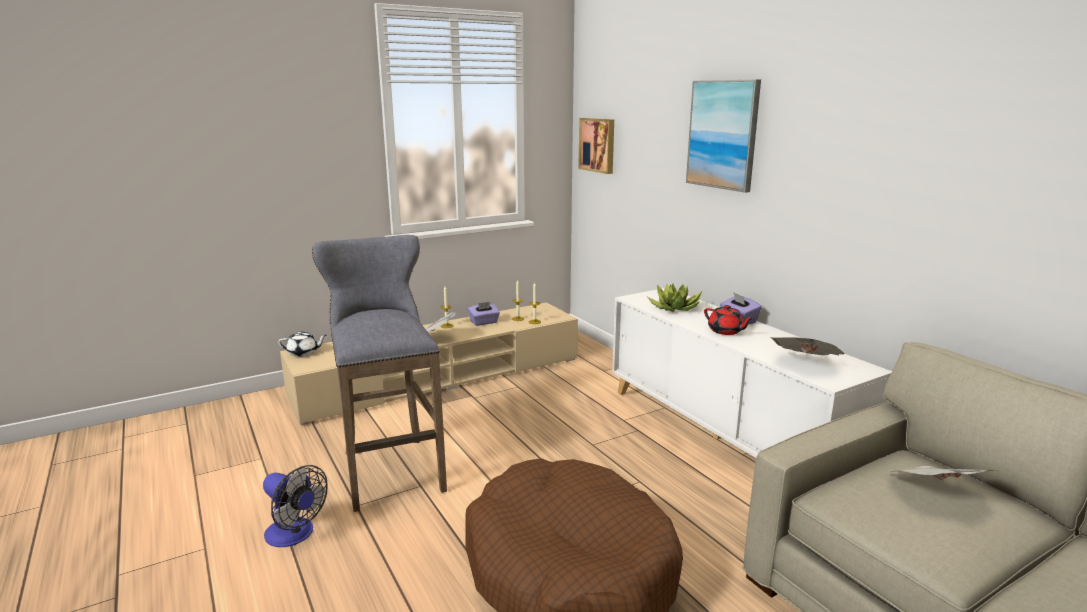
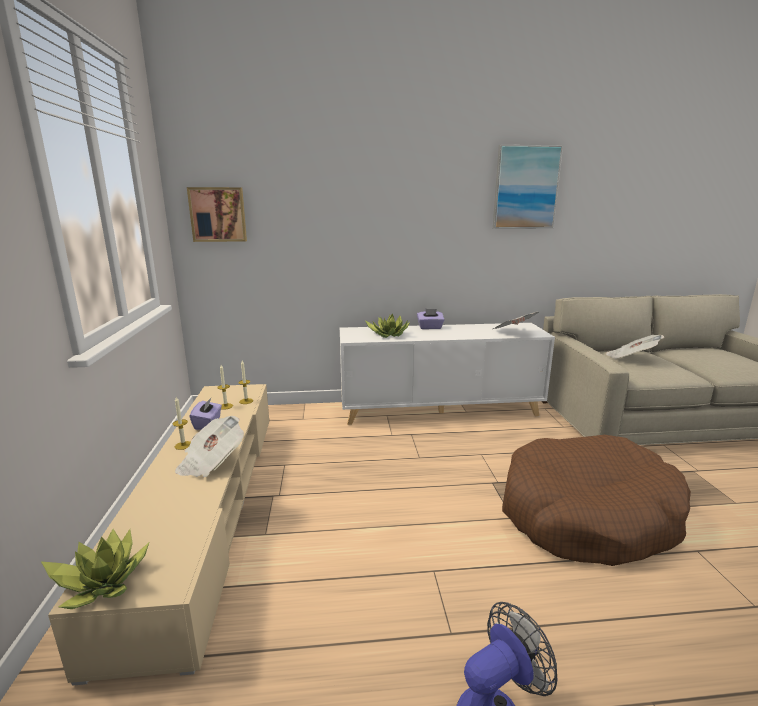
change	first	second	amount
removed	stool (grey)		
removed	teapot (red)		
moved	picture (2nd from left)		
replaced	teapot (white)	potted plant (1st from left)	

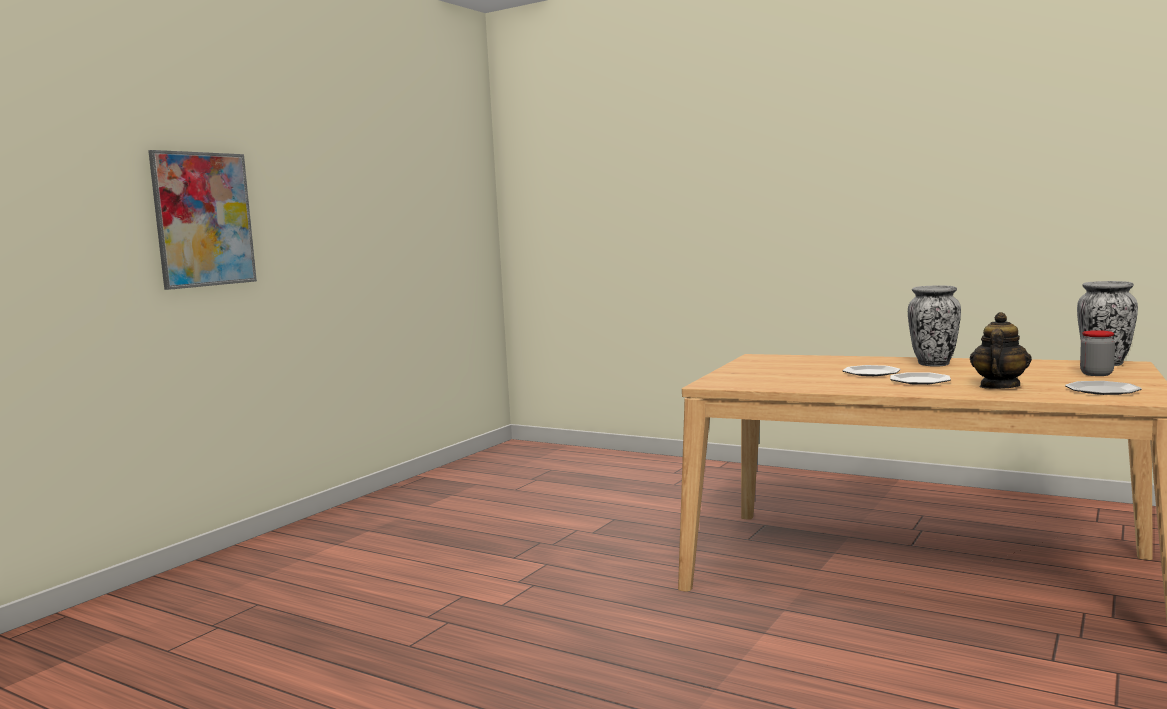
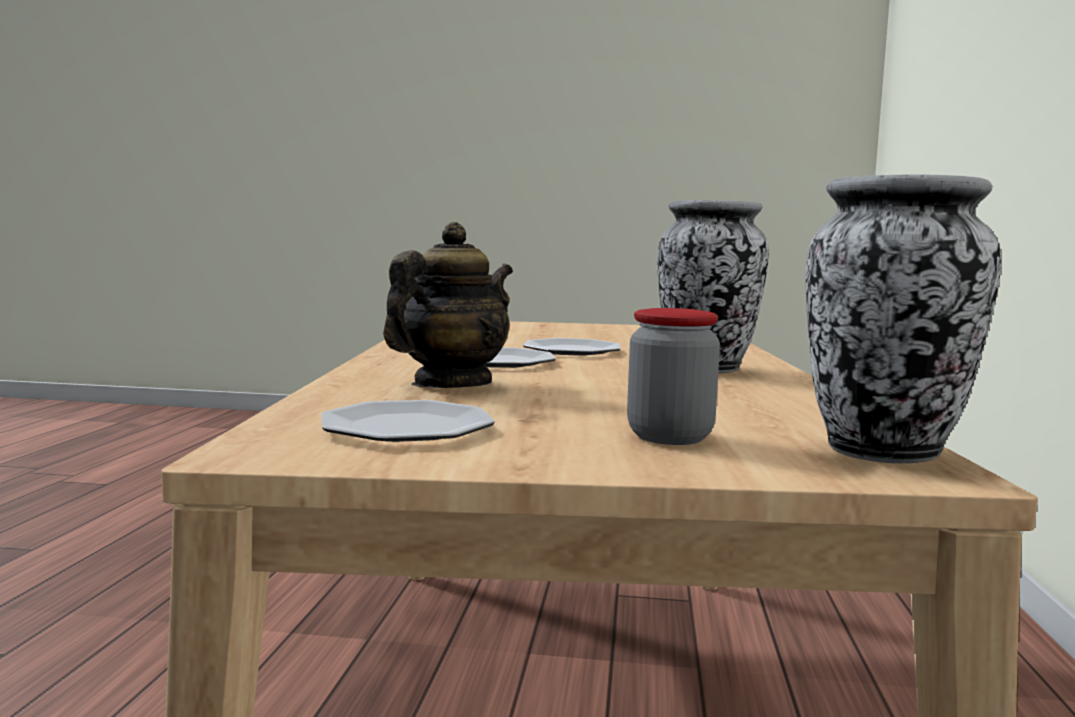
change	first	second	amount
removed	picture		
turned	teapot		60 degrees counterclockwise

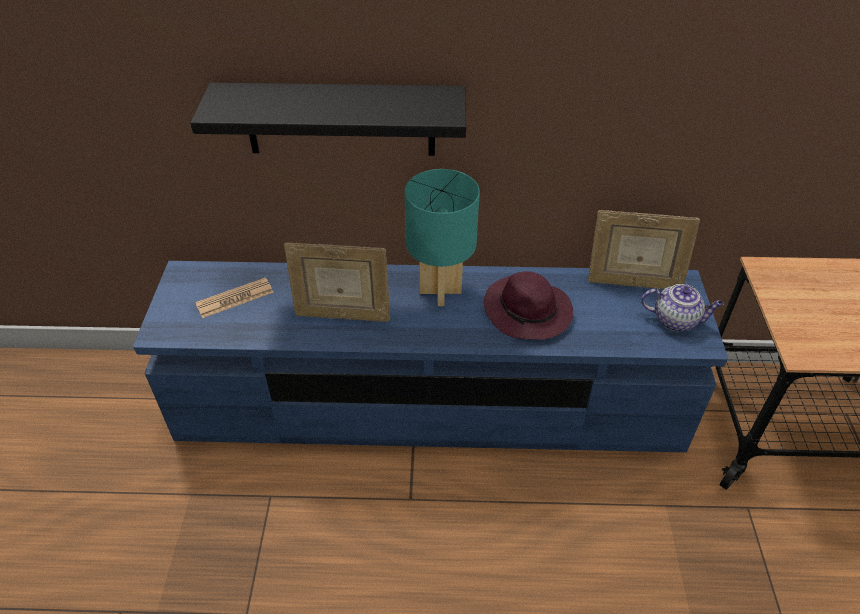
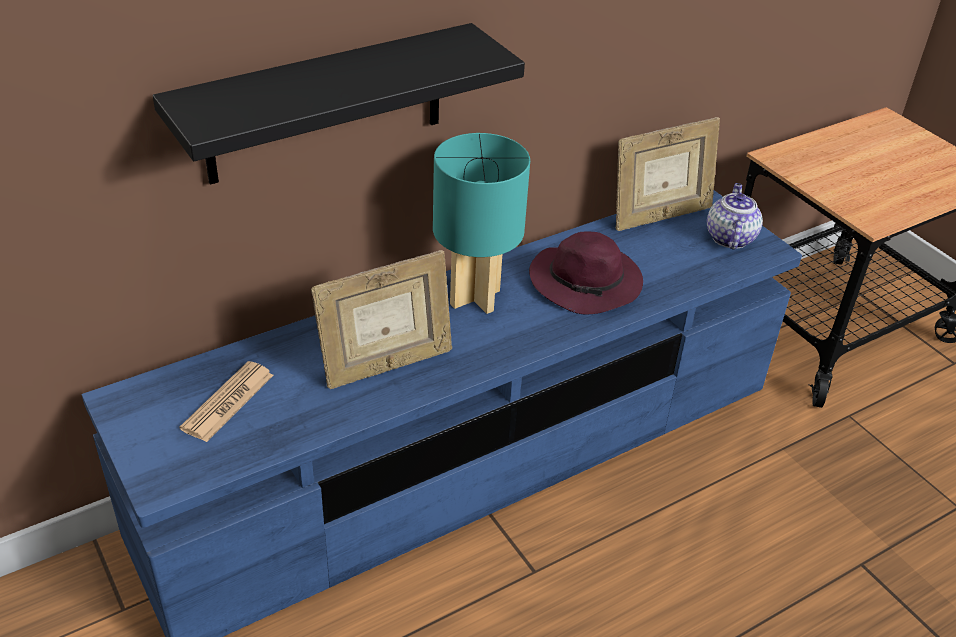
change	first	second	amount
turned	teapot		60 degrees counterclockwise

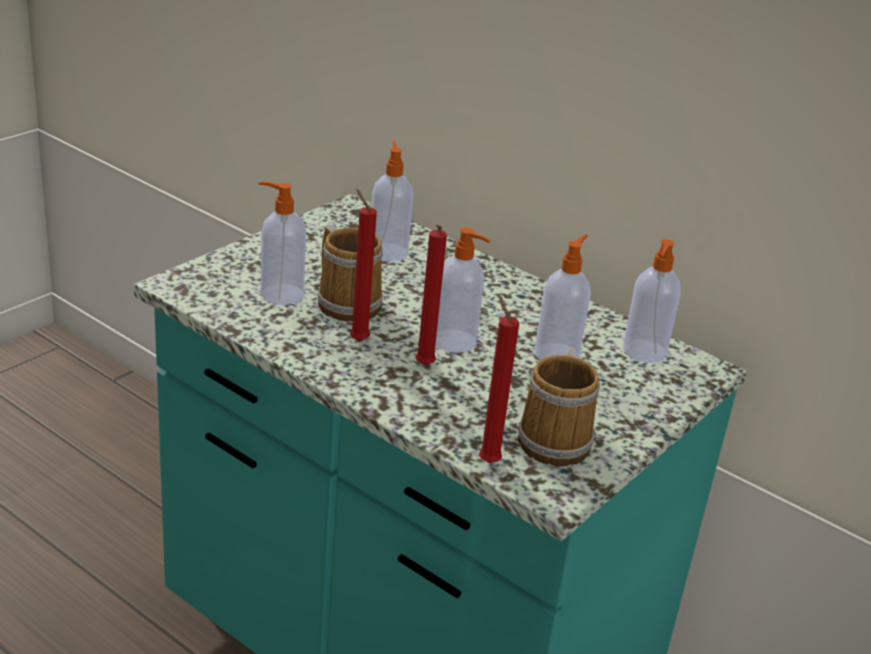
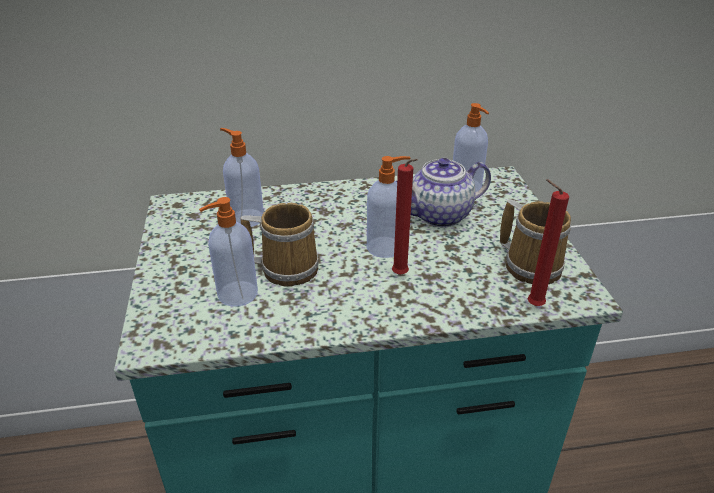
change	first	second	amount
removed	candle (red) (1st from left)		
replaced	soap dispenser (4th from left)	teapot	

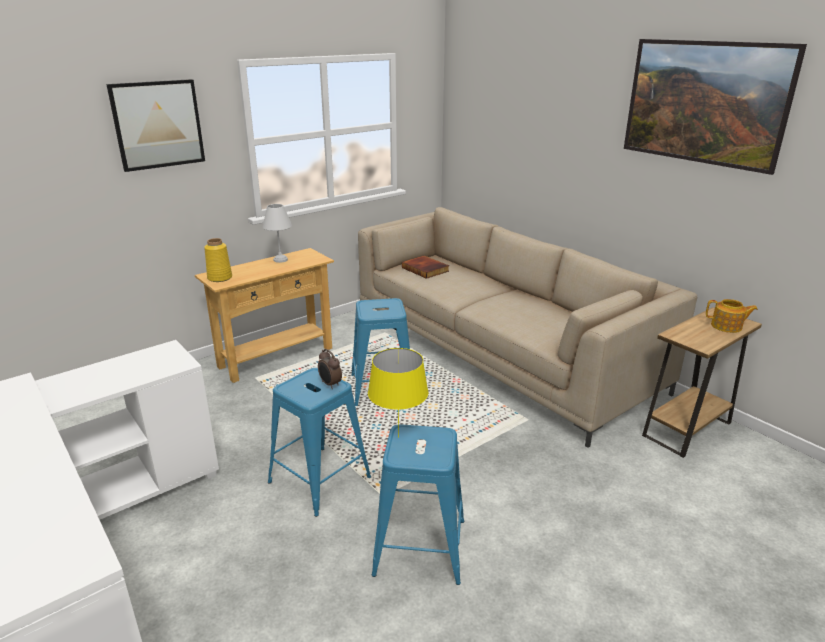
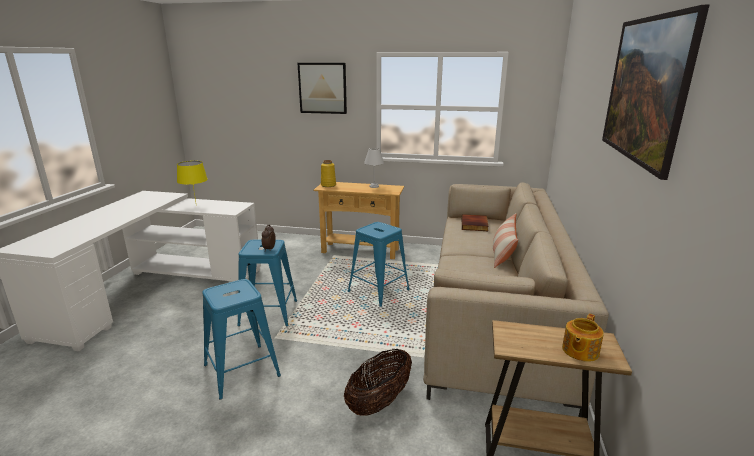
change	first	second	amount
added		basket	
added		pillow	
moved	table lamp (yellow)		
turned	teapot		60 degrees clockwise

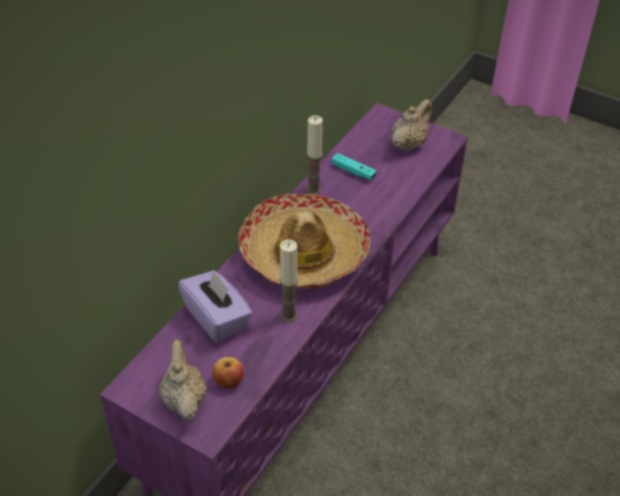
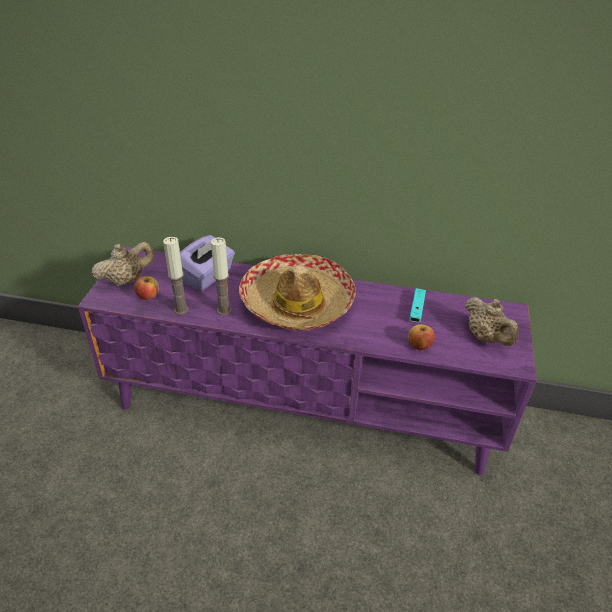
change	first	second	amount
added		apple (2nd from left)	
moved	candle (2nd from left in the first image)	candle (1st from left)	
turned	teapot (beige) (2nd from left)		45 degrees clockwise

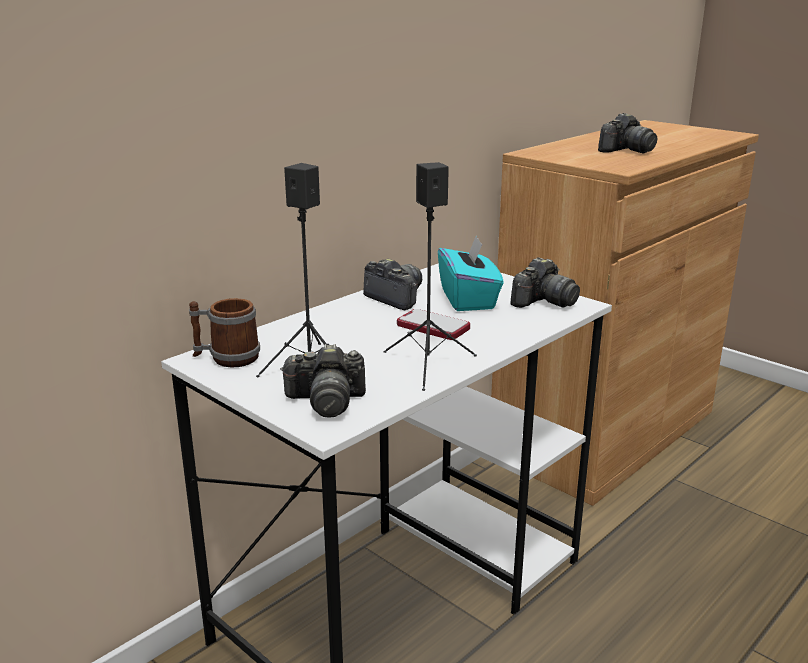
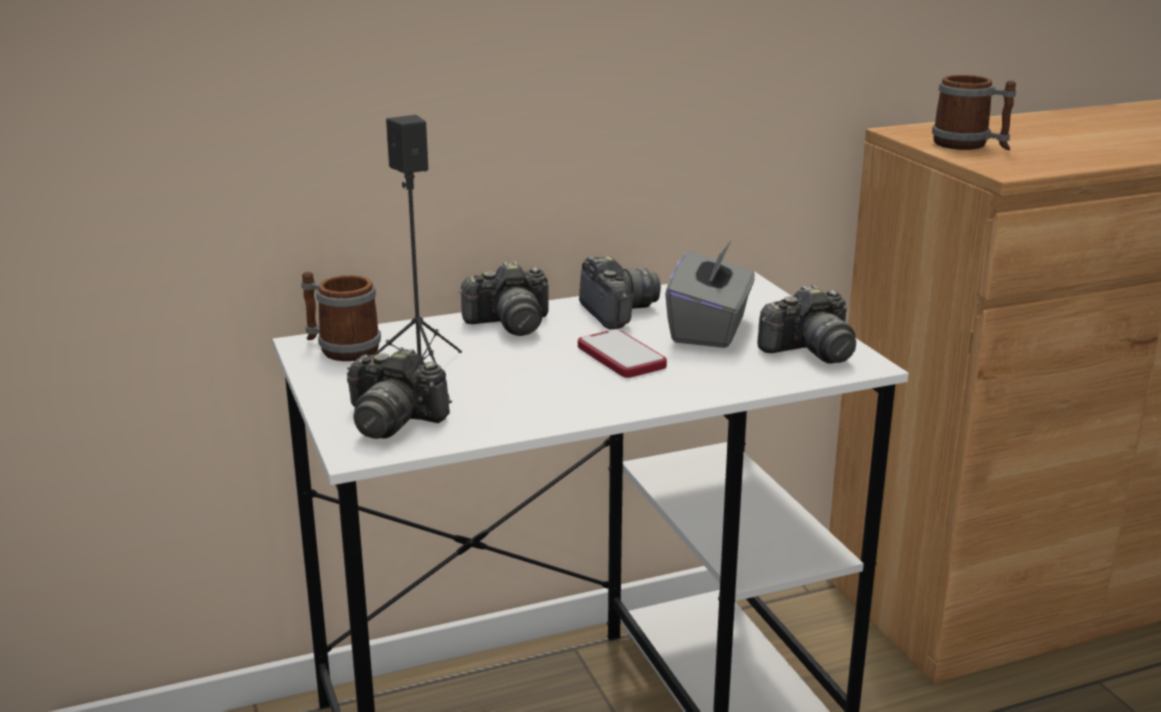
change	first	second	amount
removed	speaker (black) (2nd from left)		
added		mug (2nd from left)	
moved	photo camera (4th from left in the first image)	photo camera (2nd from left)	
recoloured	tissue box (turquoise)	tissue box (grey)	

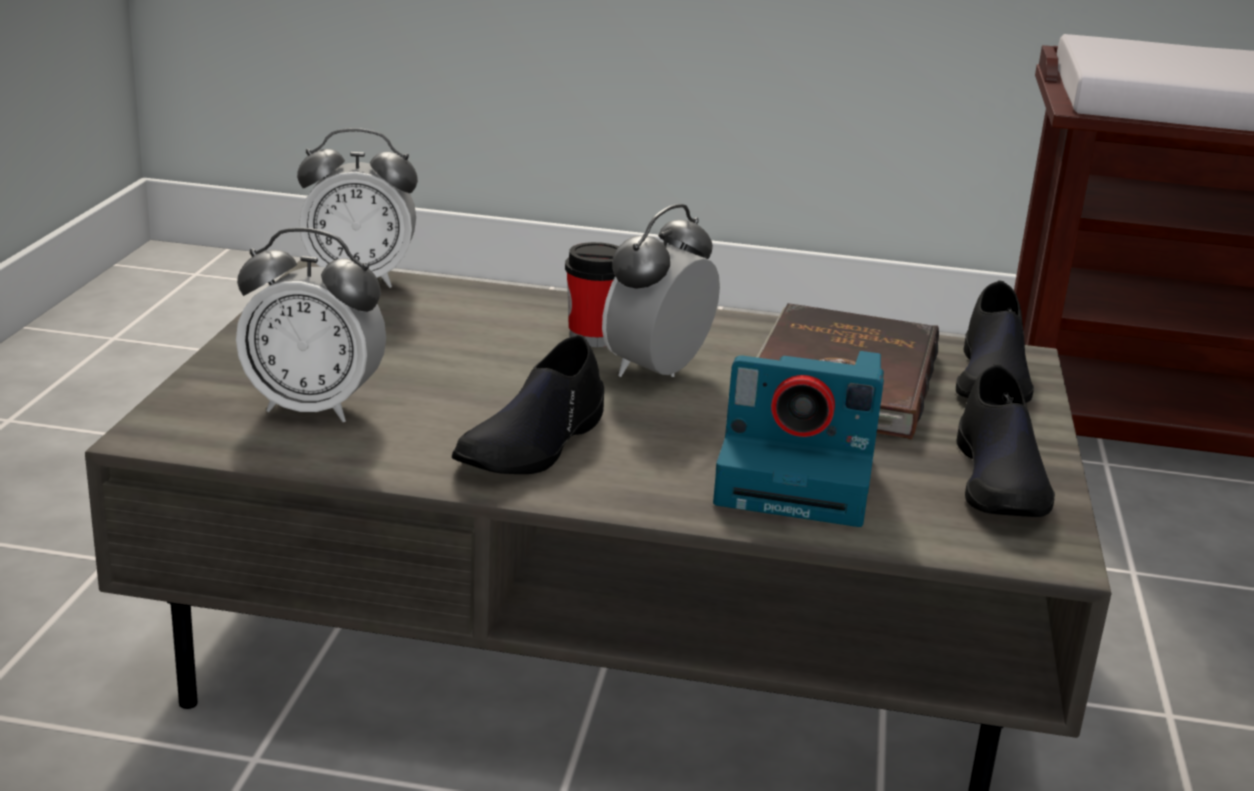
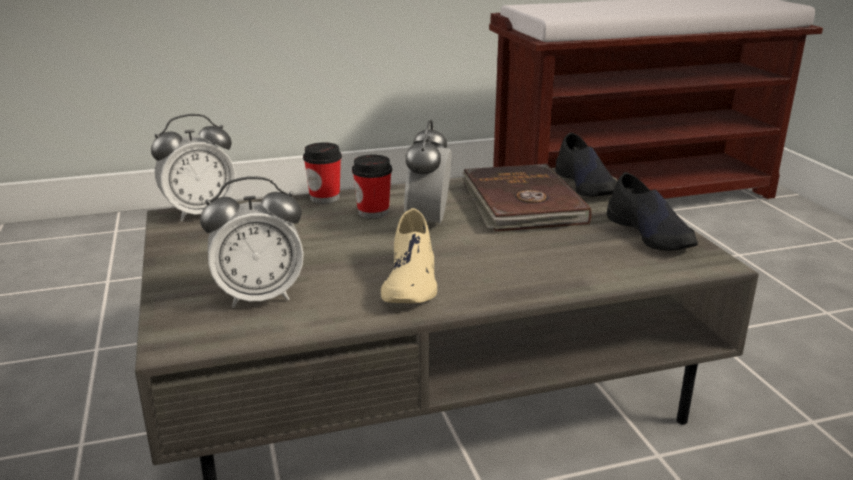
change	first	second	amount
removed	photo camera		
added		cup (1st from left)	
recoloured	shoe (black) (1st from left)	shoe (beige)	

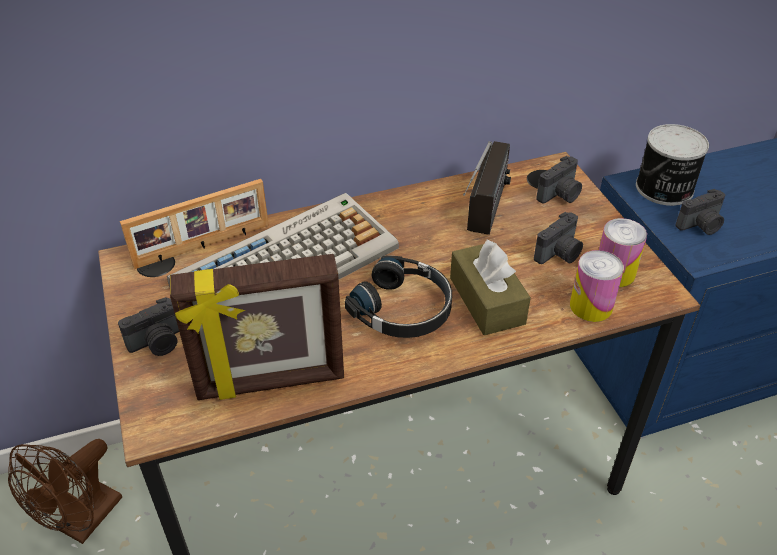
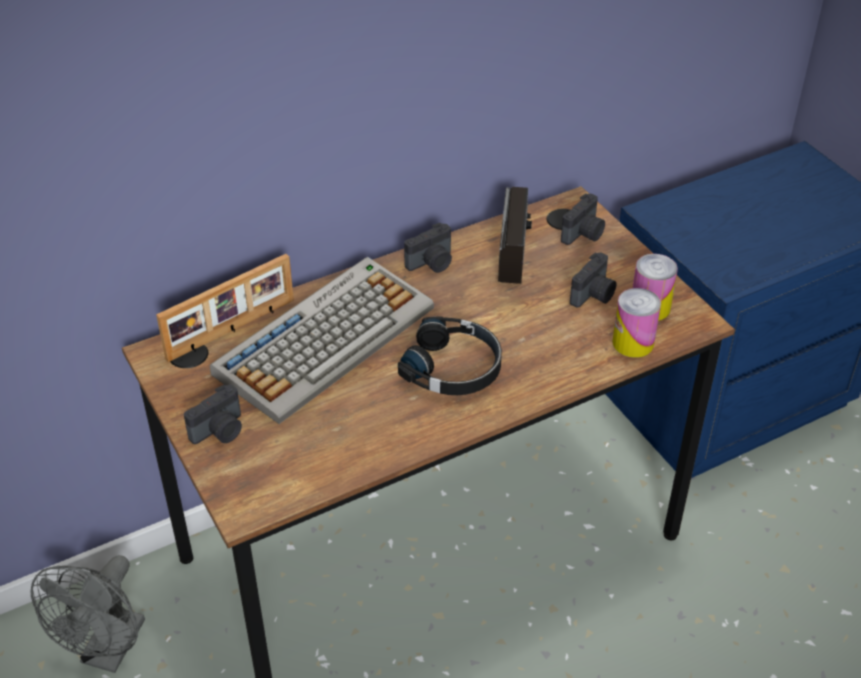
change	first	second	amount
removed	picture frame (2nd from left)		
removed	tissue box (brown)		
removed	can (3rd from left)		
moved	photo camera (4th from left in the first image)	photo camera (2nd from left)	
recoloured	fan (brown)	fan (grey)	

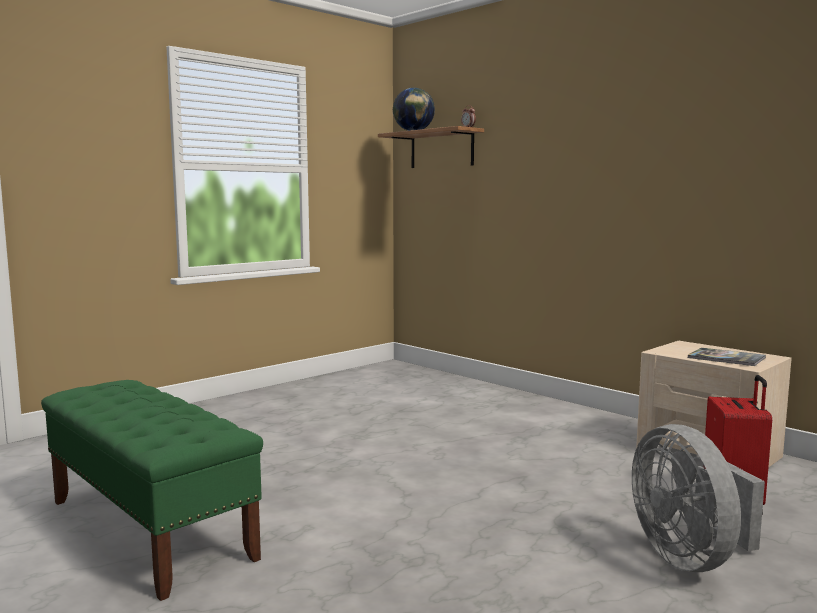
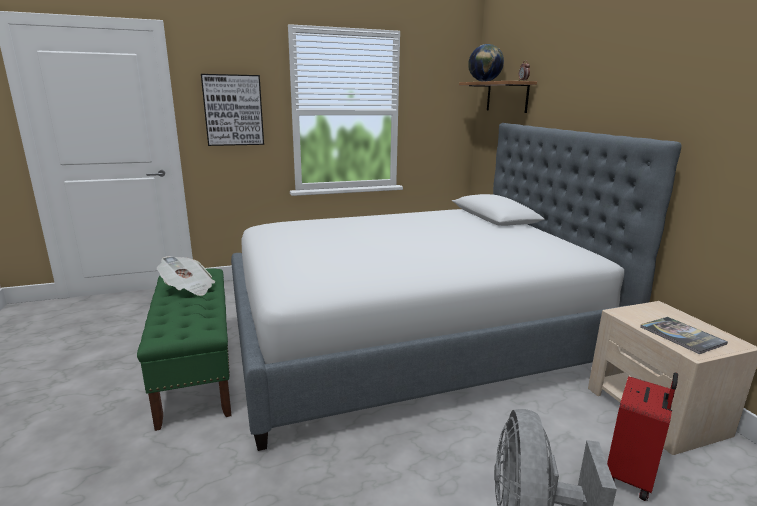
change	first	second	amount
added		newspaper	
added		picture	
added		bed	

